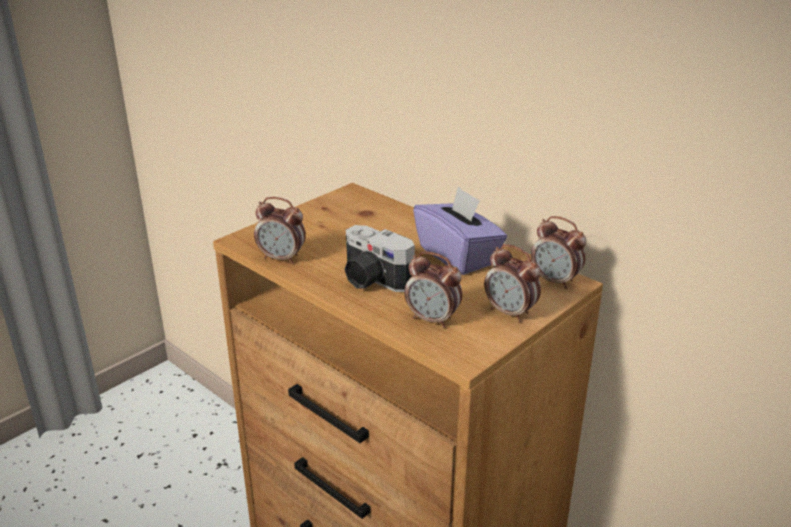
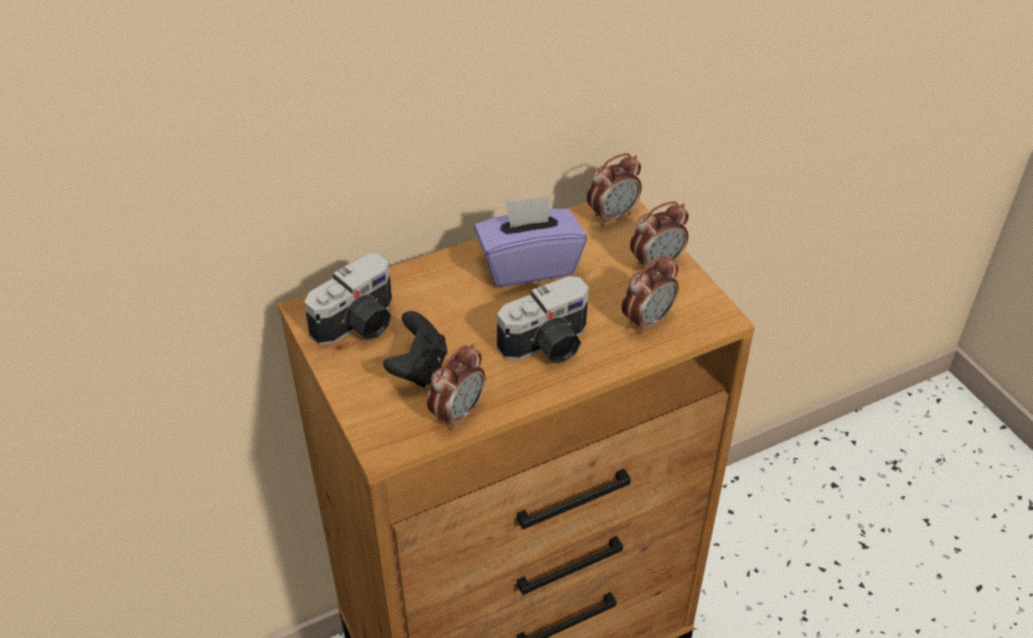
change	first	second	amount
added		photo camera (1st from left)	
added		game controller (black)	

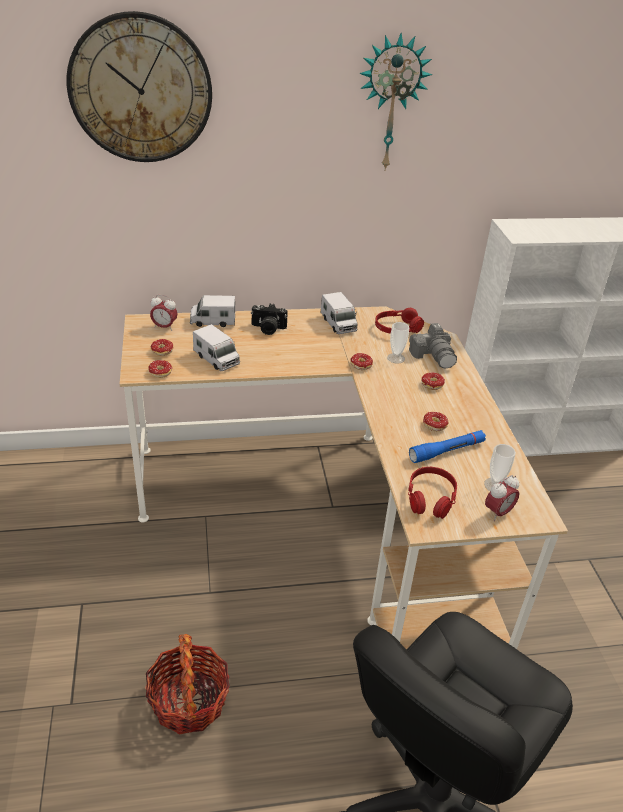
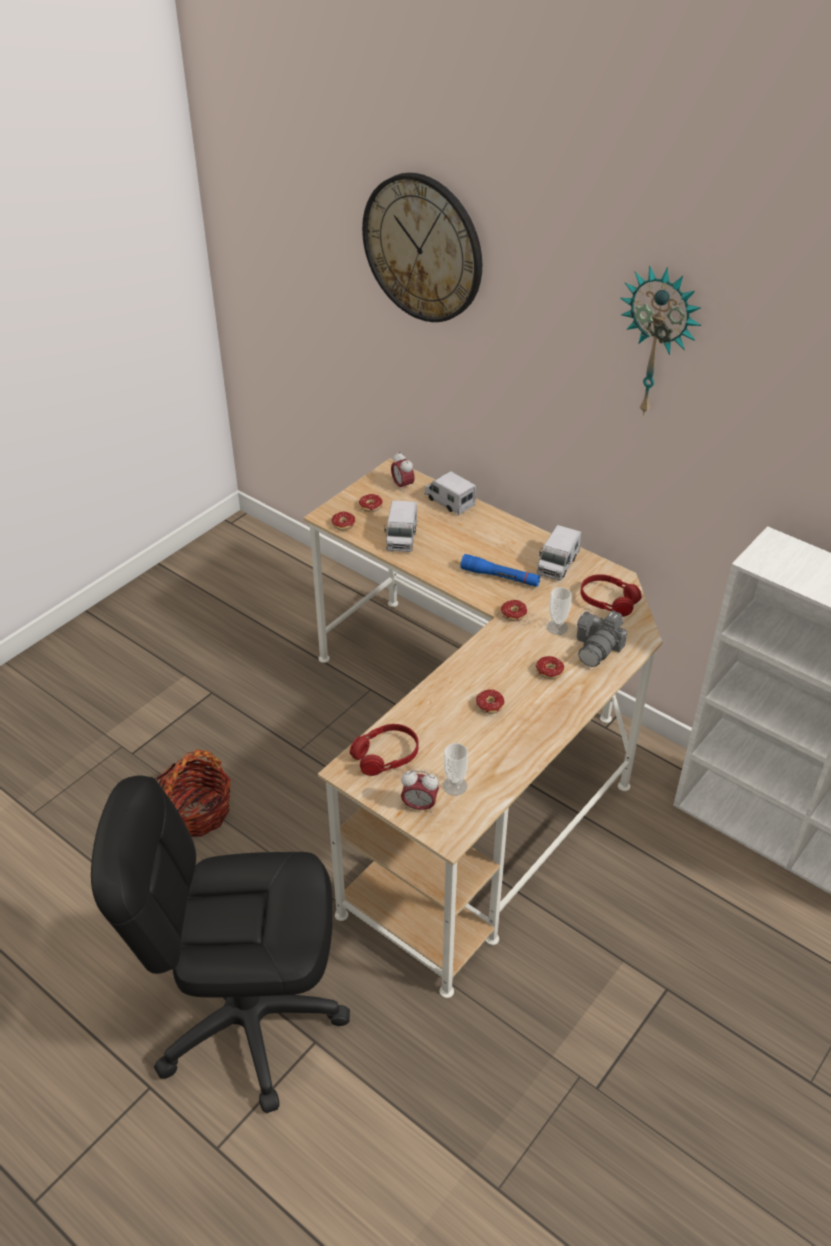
change	first	second	amount
removed	photo camera (1st from left)		
moved	flashlight (blue)		

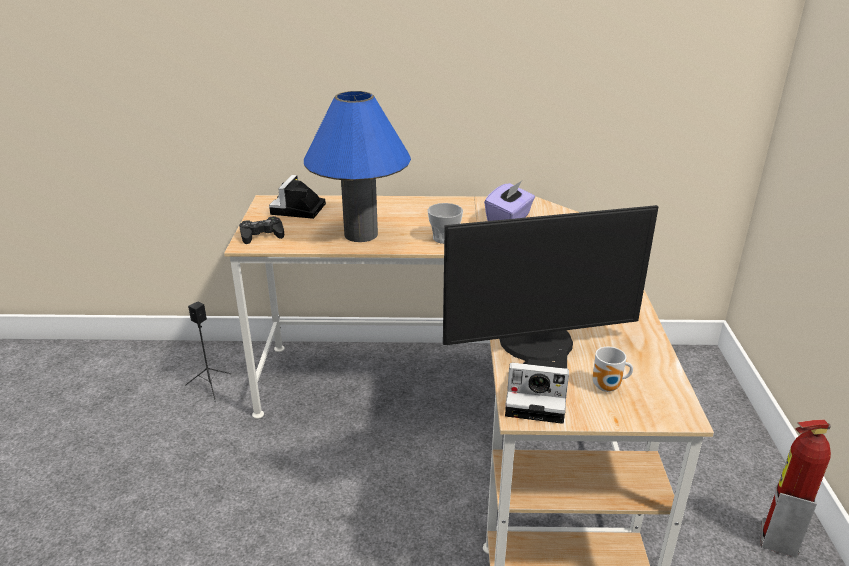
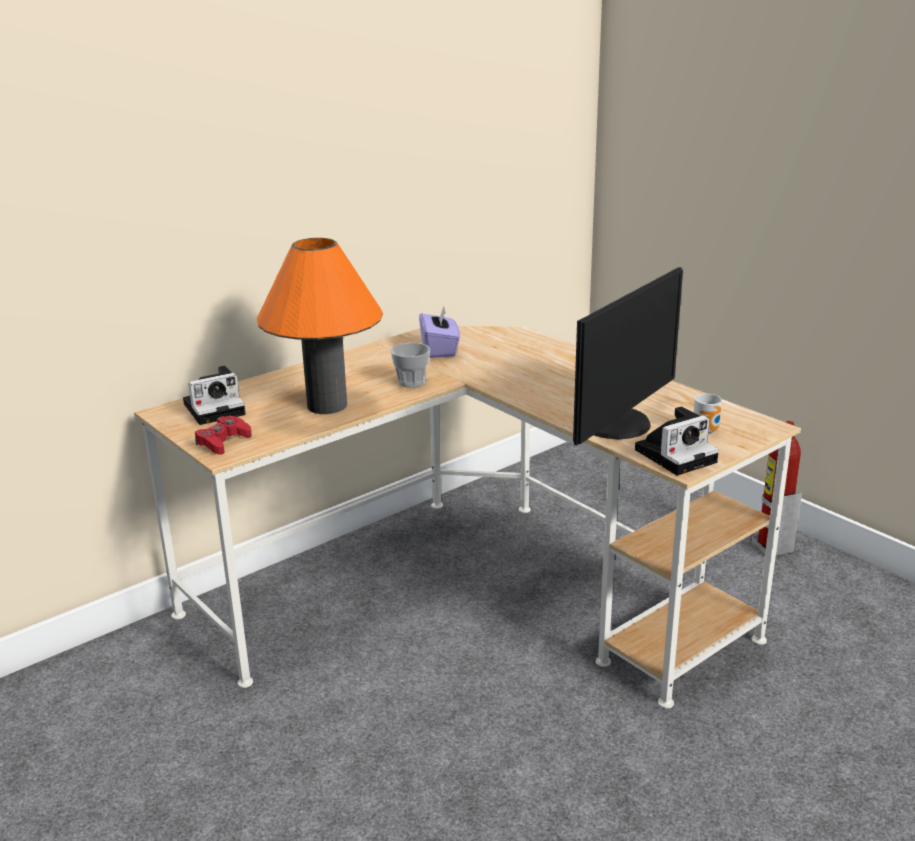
change	first	second	amount
removed	speaker (black)		
recoloured	game controller (black)	game controller (red)	
recoloured	table lamp (blue)	table lamp (orange)	
turned	photo camera (1st from left)		90 degrees counterclockwise

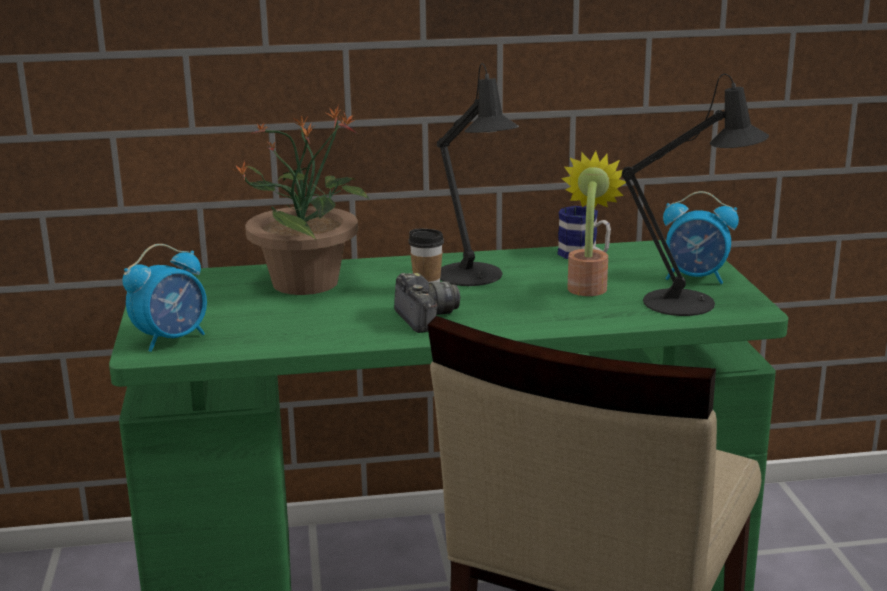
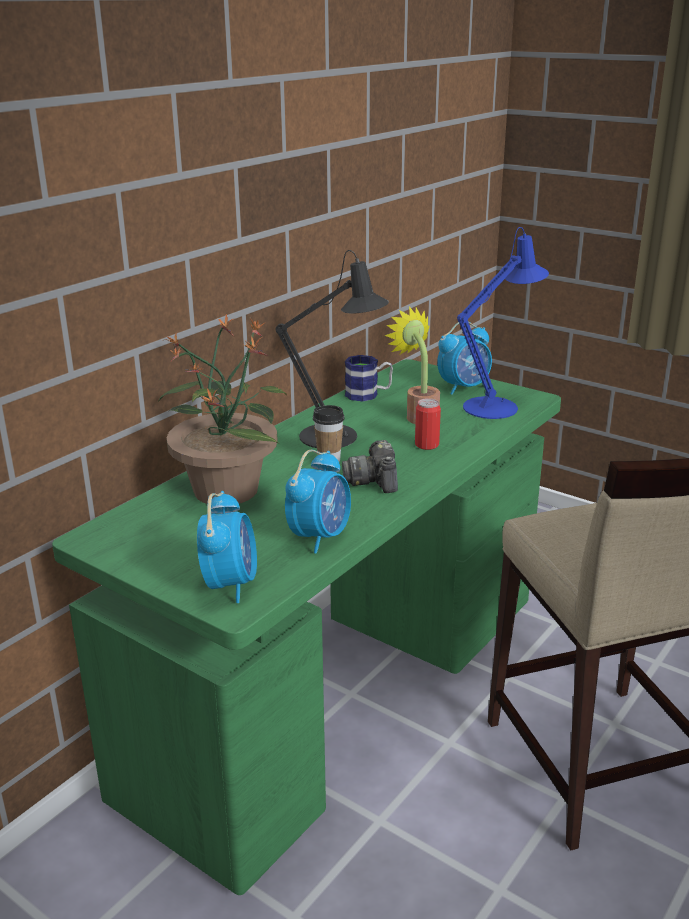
change	first	second	amount
added		alarm clock (2nd from left)	
added		can	
recoloured	table lamp (black) (2nd from left)	table lamp (blue)	
turned	photo camera		120 degrees counterclockwise

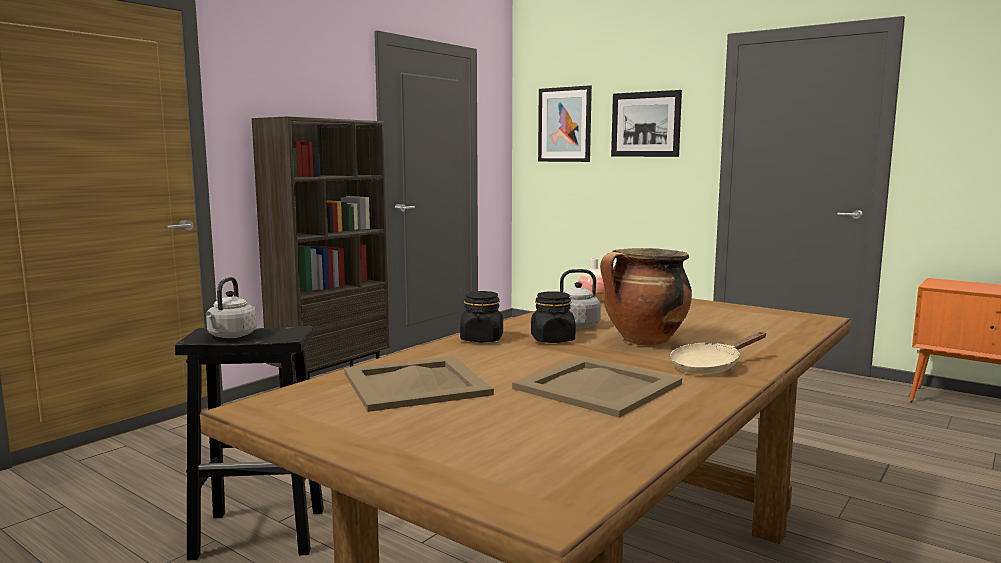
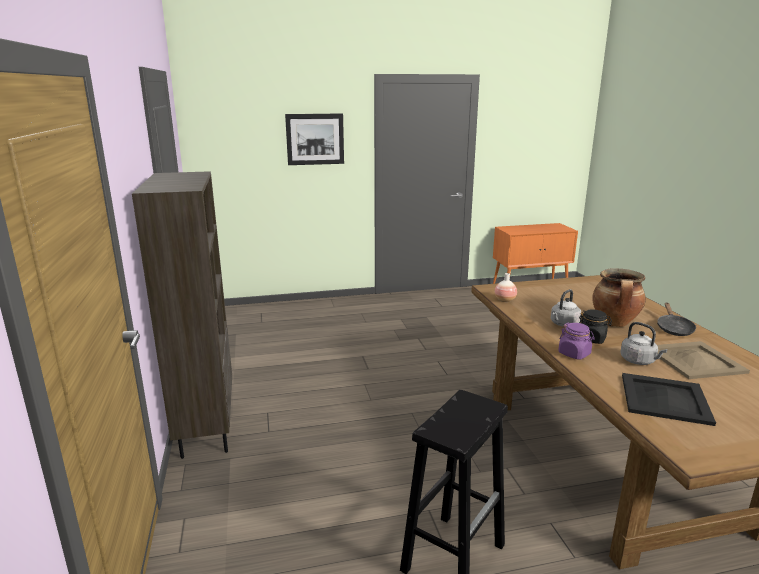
change	first	second	amount
removed	picture (1st from left)		
moved	kettle (grey) (1st from left in the first image)	kettle (grey) (2nd from left)	
recoloured	tray (beige) (1st from left)	tray (black)	
recoloured	jar (black) (1st from left)	jar (purple)	
recoloured	frying pan (beige)	frying pan (black)	

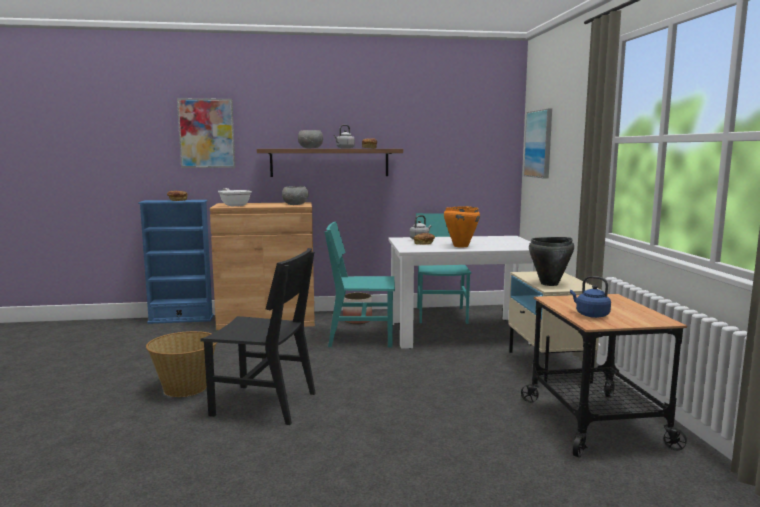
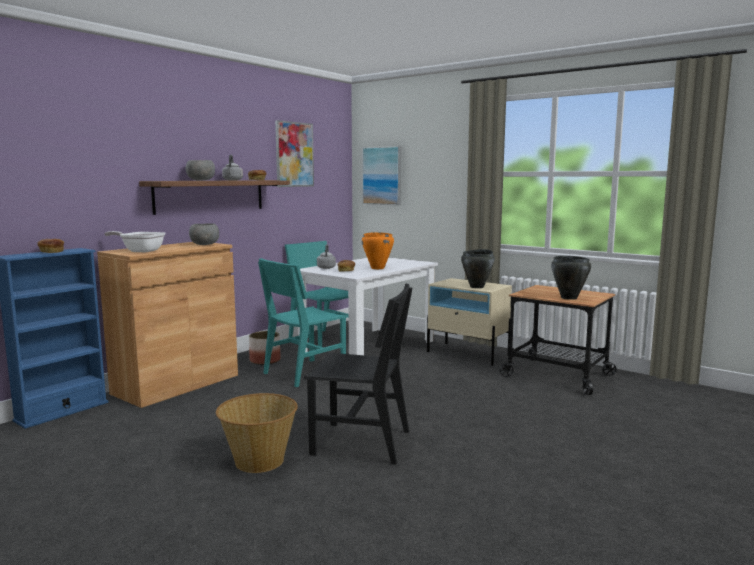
change	first	second	amount
moved	picture (1st from left)		
replaced	kettle (blue)	cooking pot (black) (2nd from left)	
turned	chair (black)		45 degrees clockwise

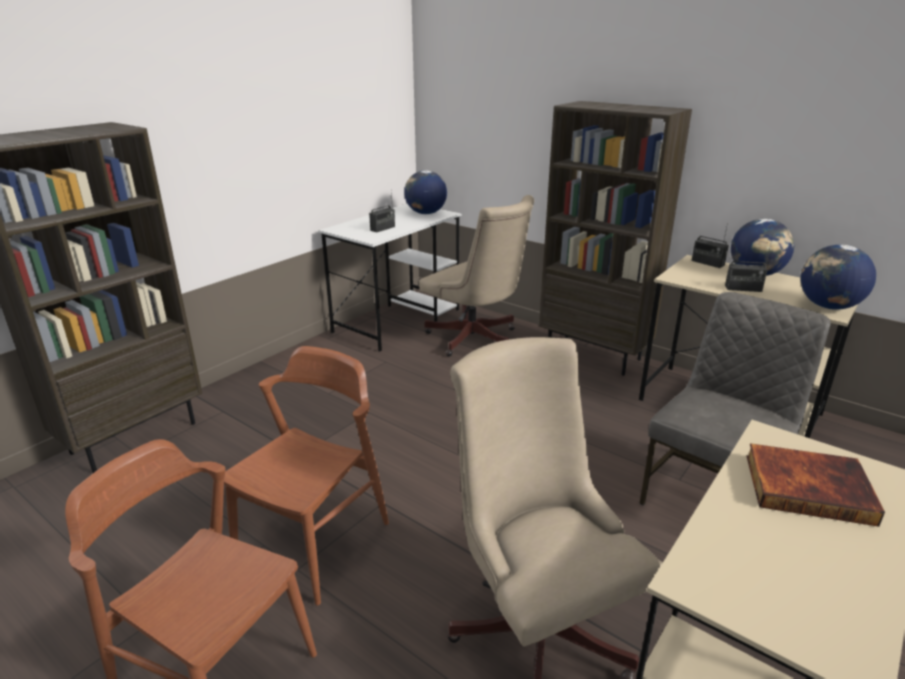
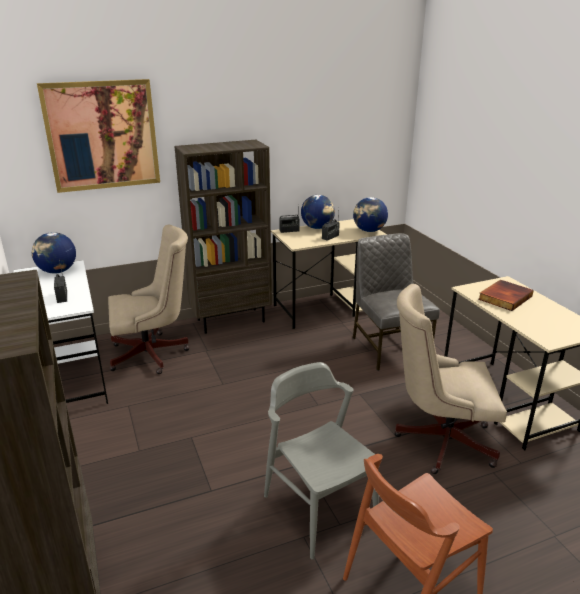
change	first	second	amount
added		picture	
recoloured	chair (brown) (2nd from left)	chair (grey) (1st from left)	

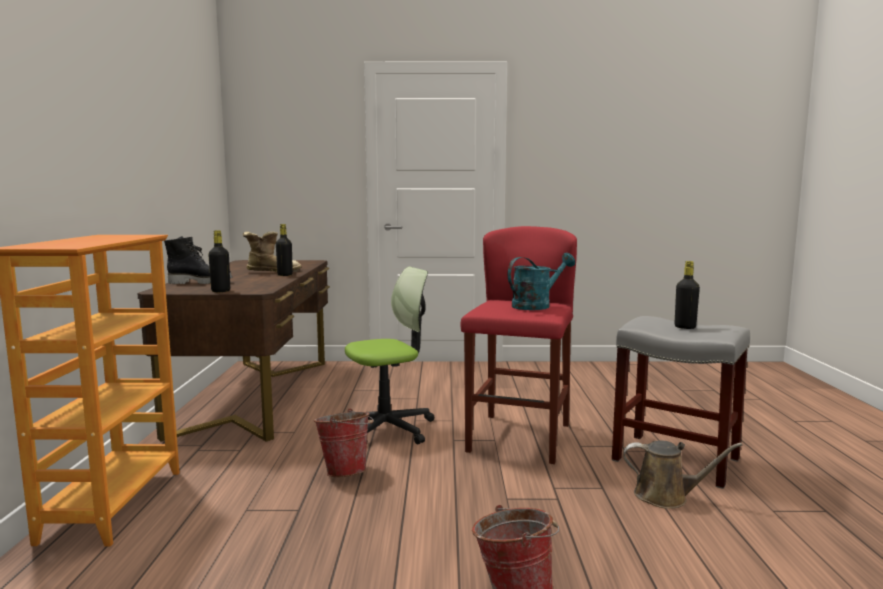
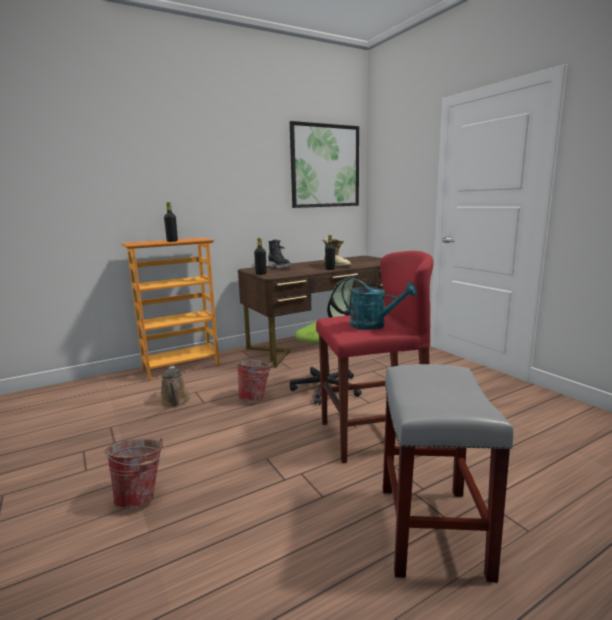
change	first	second	amount
added		picture	
moved	watering can (brown)		
moved	bottle (black) (3rd from left in the first image)	bottle (black) (1st from left)	

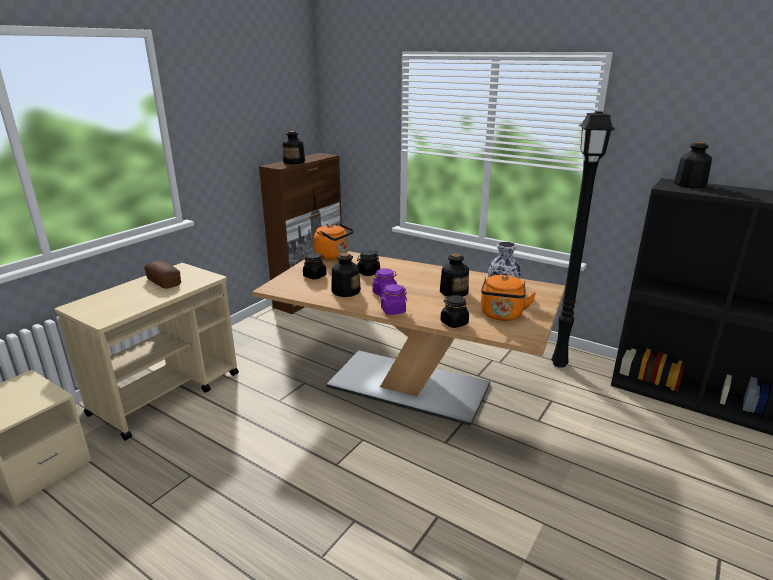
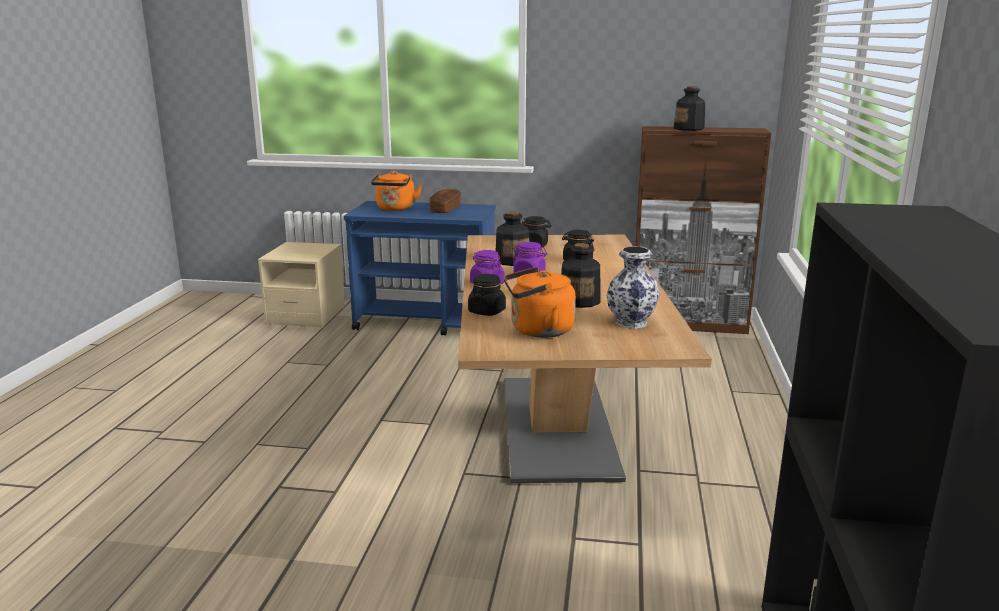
change	first	second	amount
removed	floor lamp (black)		
removed	bottle (4th from left)		
moved	kettle (orange) (1st from left)		
recoloured	cart (beige)	cart (blue)	

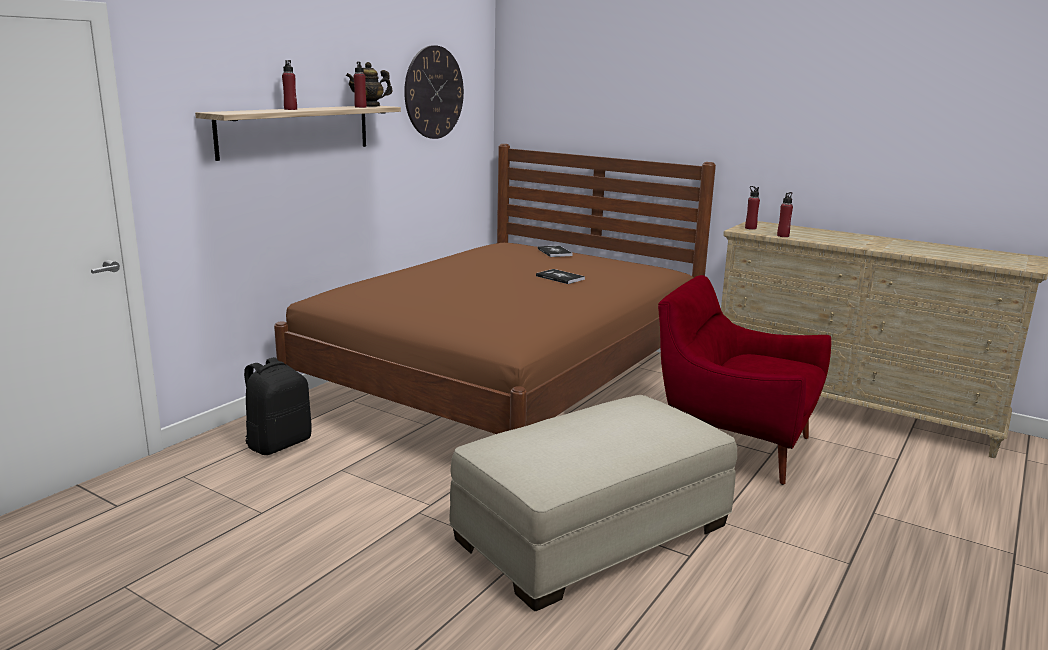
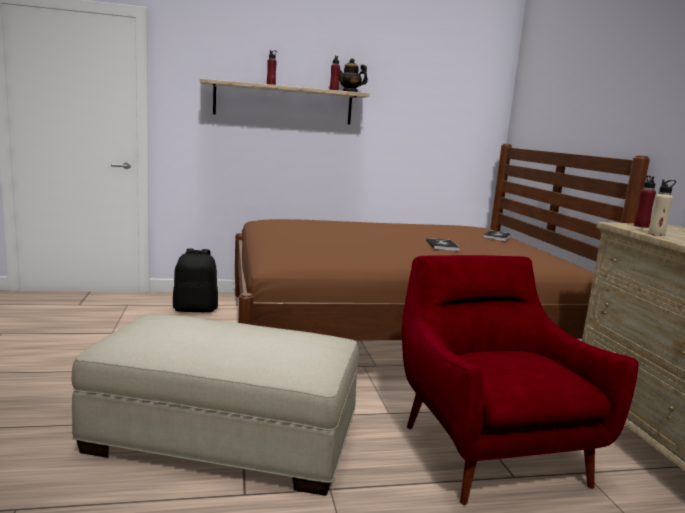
change	first	second	amount
removed	wall clock		
recoloured	bottle (red) (4th from left)	bottle (beige)	

